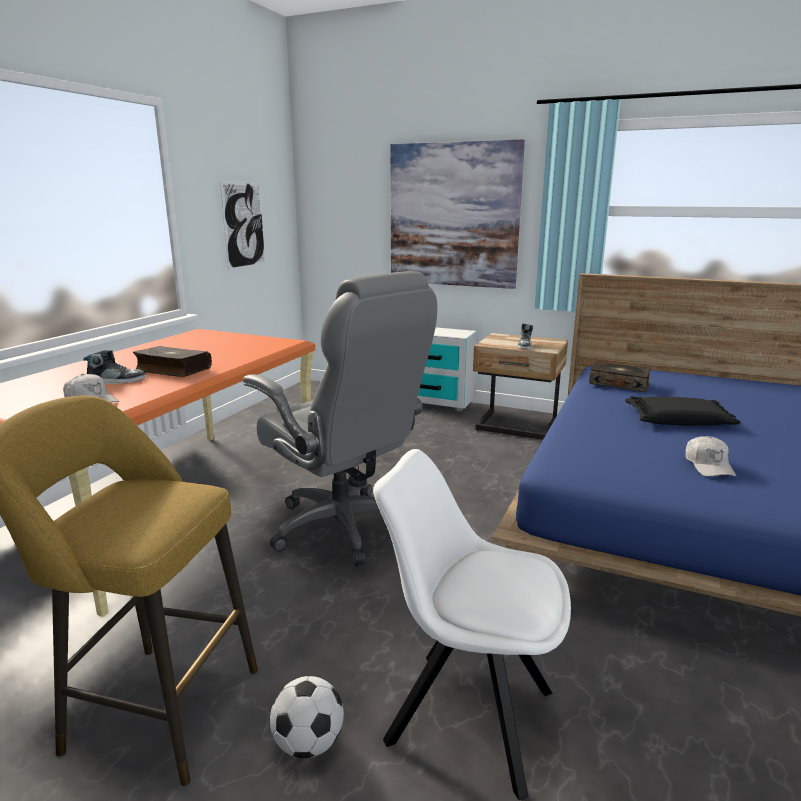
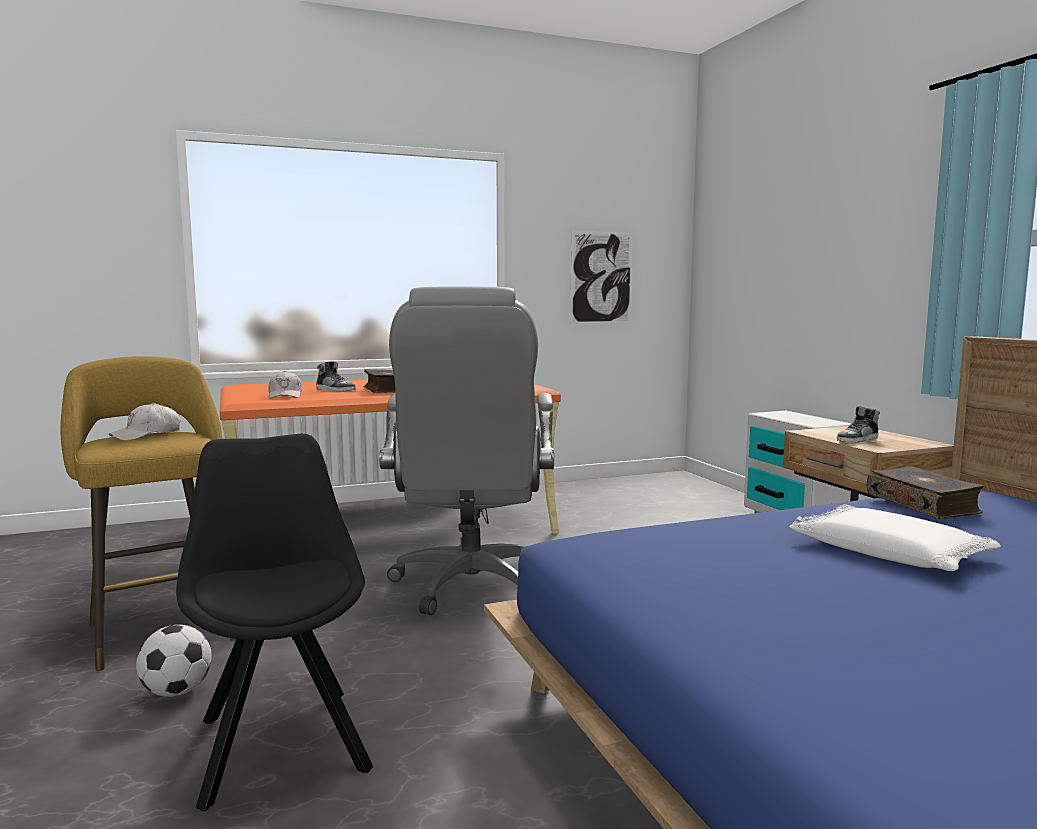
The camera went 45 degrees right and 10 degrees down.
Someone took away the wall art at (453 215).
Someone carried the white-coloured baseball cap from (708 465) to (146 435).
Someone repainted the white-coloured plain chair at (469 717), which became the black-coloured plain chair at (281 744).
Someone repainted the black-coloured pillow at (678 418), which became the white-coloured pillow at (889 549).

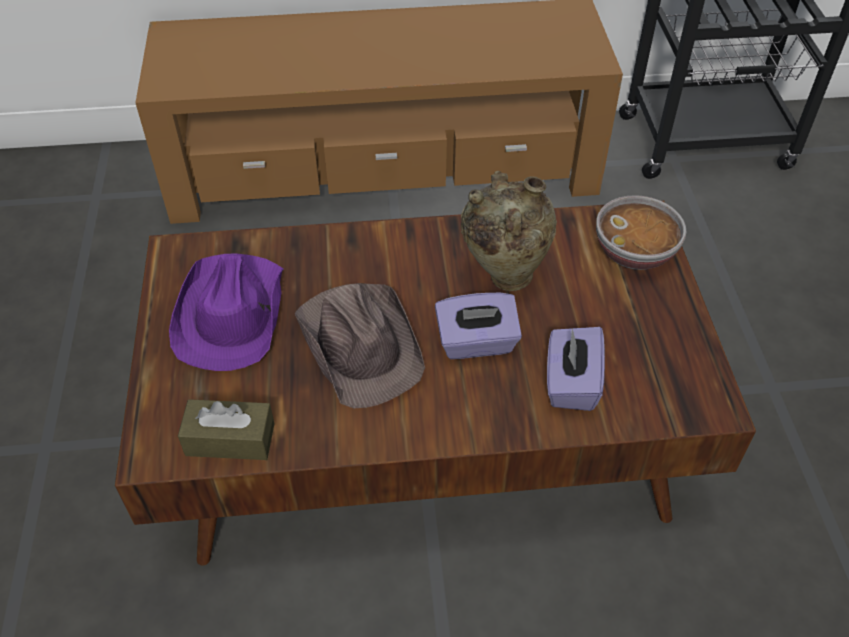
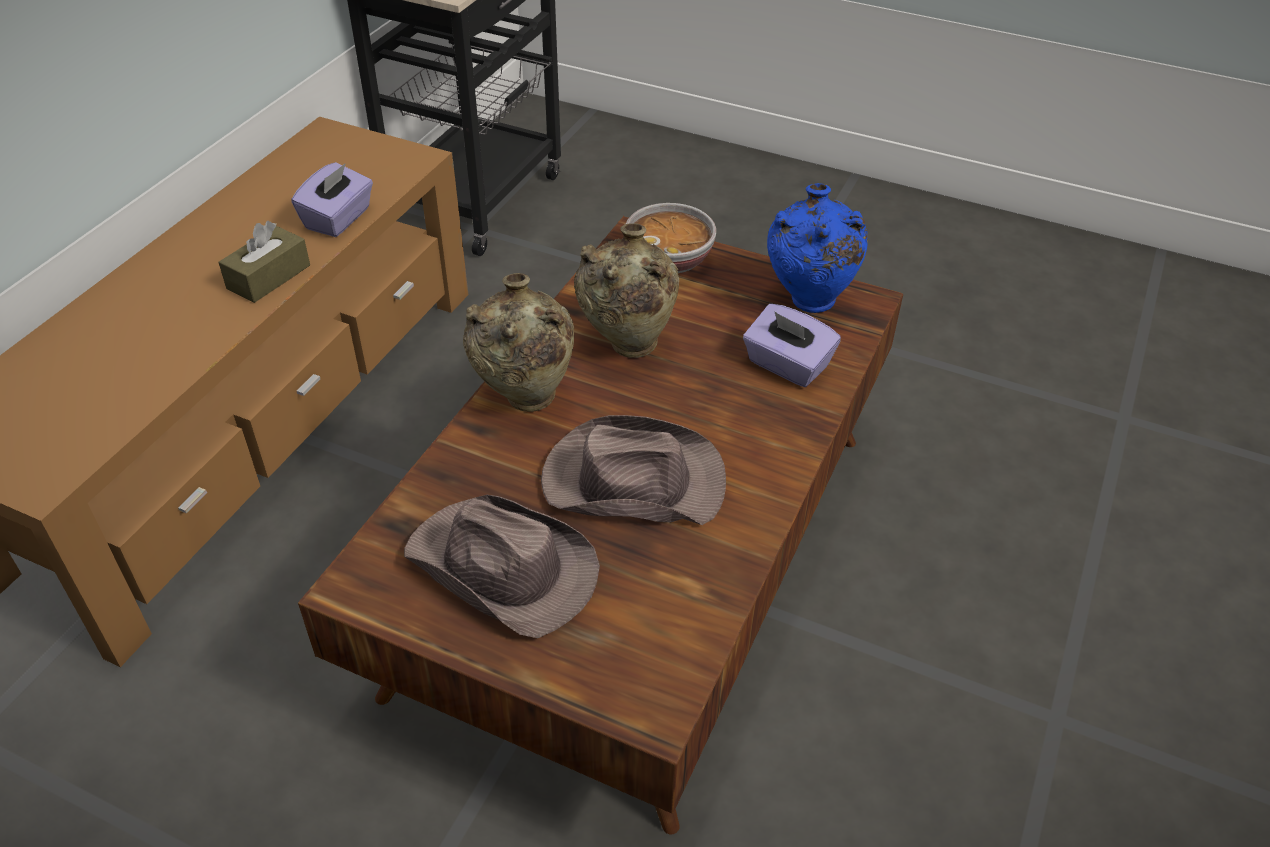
The camera went 60 degrees left and 5 degrees down.
Someone put down the beige-coloured flower vase at (524 401).
Someone put down the bluish flower vase at (808 304).
Someone carried the brown-coloured tissue box from (230 439) to (269 277).
Someone carried the purple tissue box from (476 343) to (339 219).
Someone repainted the purple wearable hat at (231 314), which became the brown-coloured wearable hat at (503 569).

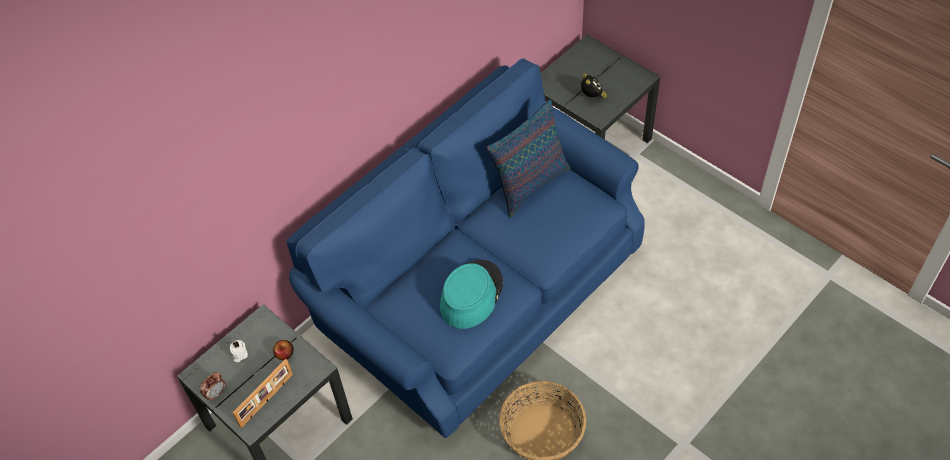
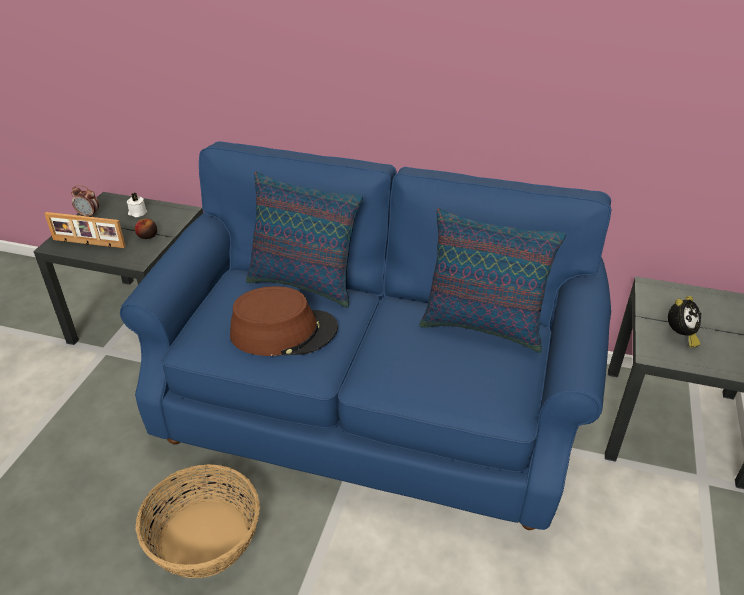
The camera went 60 degrees right and 15 degrees down.
Someone put down the bluish pillow at (304 285).
Someone repainted the turquoise-coloured wearable hat at (471 295), which became the brown-coloured wearable hat at (284 332).

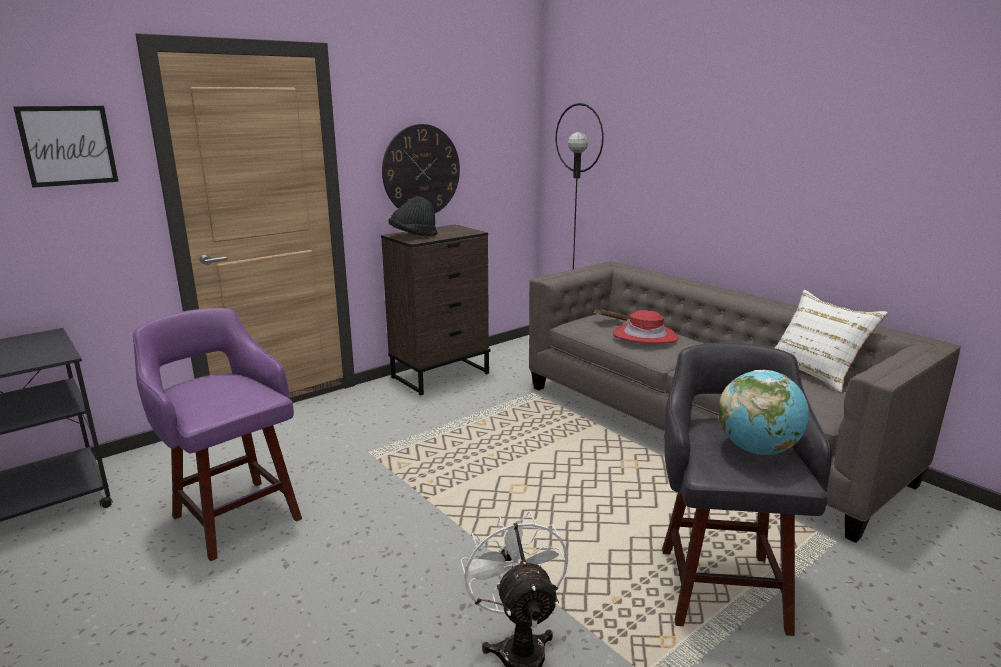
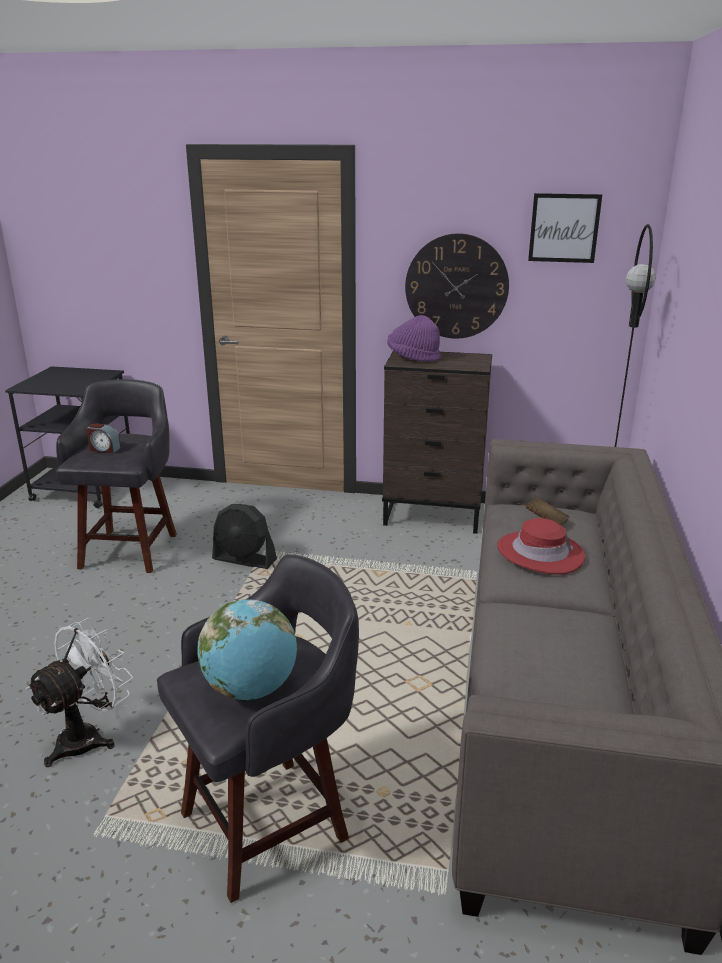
The camera went 50 degrees right and 5 degrees up.
Someone took away the white-coloured pillow at (815 372).
Someone put down the alarm clock at (104 449).
Someone put down the black-coloured cooling fan at (244 559).
Someone carried the wall art from (68 145) to (564 228).
Someone repainted the purple stool seat at (235 515), which became the gray stool seat at (131 549).
Someone repainted the black-coloured wearable hat at (413 236), which became the purple wearable hat at (413 357).

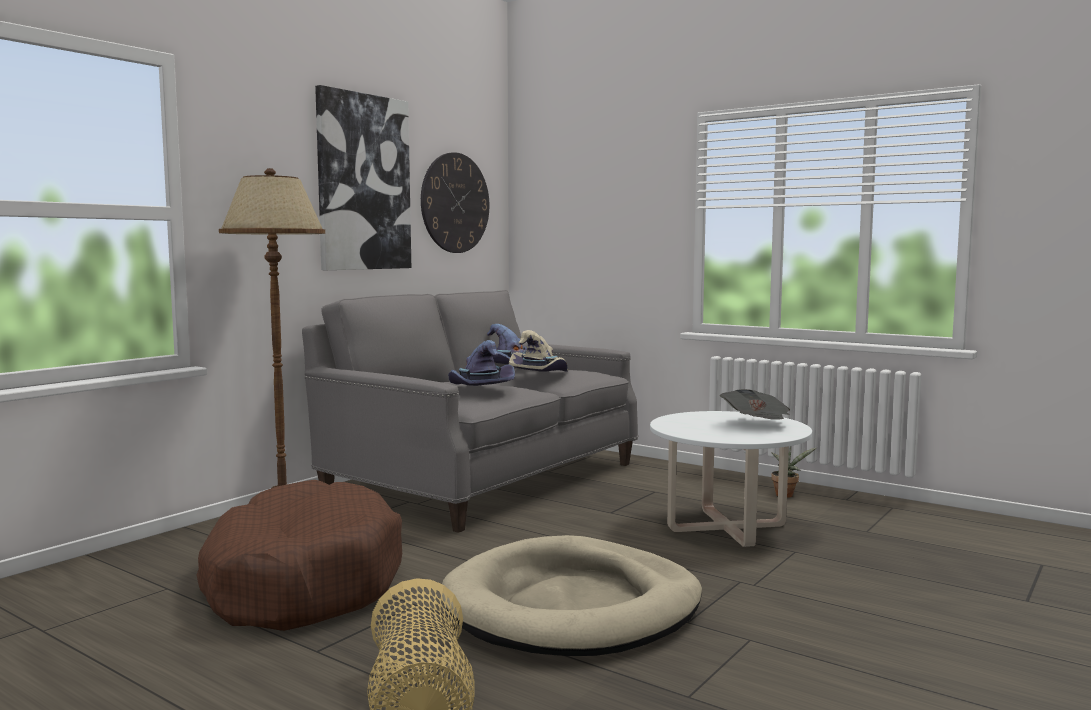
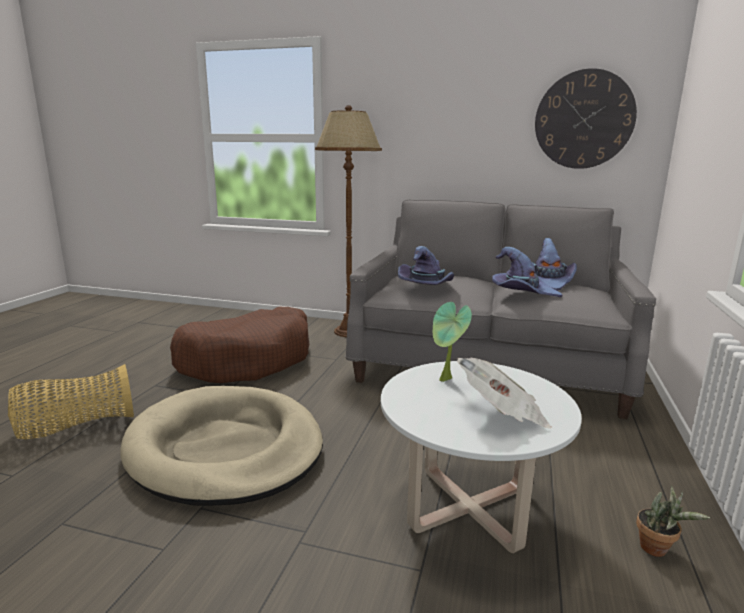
The camera went 70 degrees right and 10 degrees up.
Someone took away the wall art at (363 182).
Someone put down the plant in a pot at (446 380).
Someone repainted the beige-coloured wearable hat at (540 375), which became the purple wearable hat at (522 292).

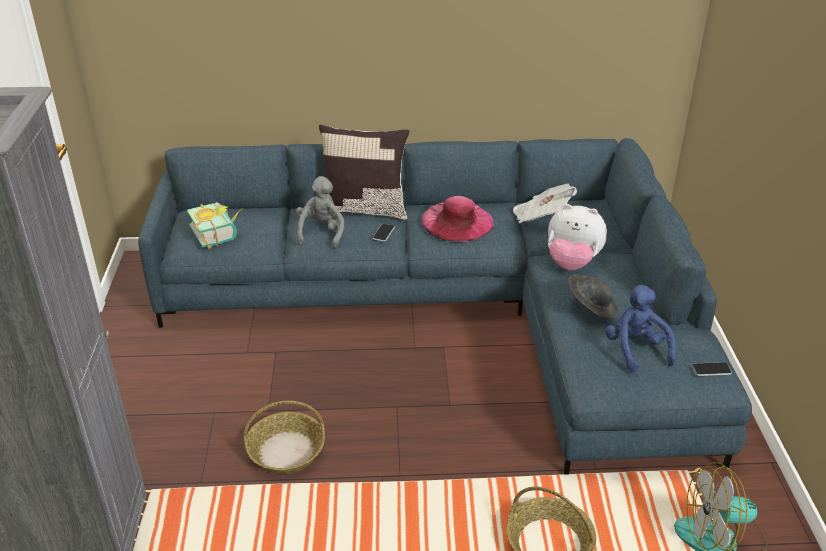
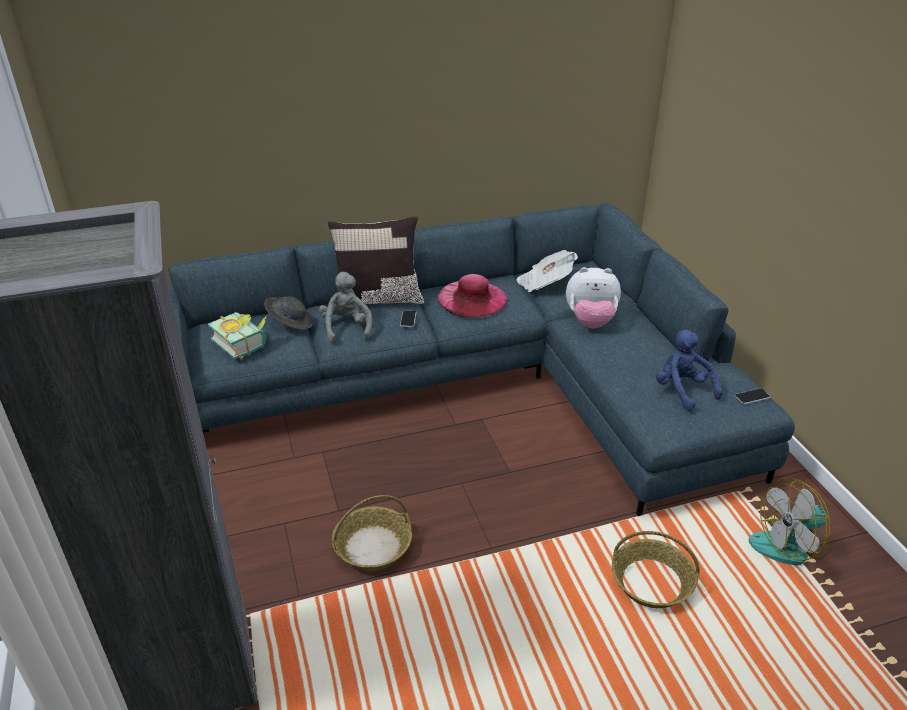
The camera went 15 degrees left and 0 degrees up.
Someone carried the gray wearable hat from (591 307) to (290 323).

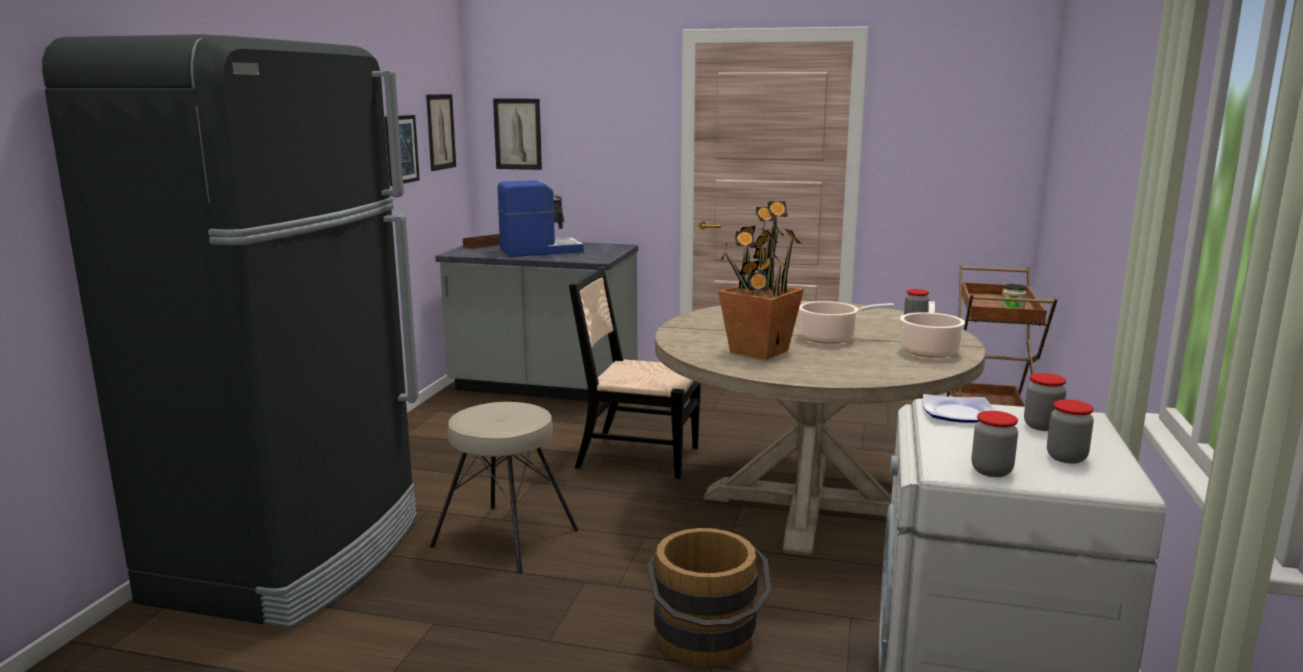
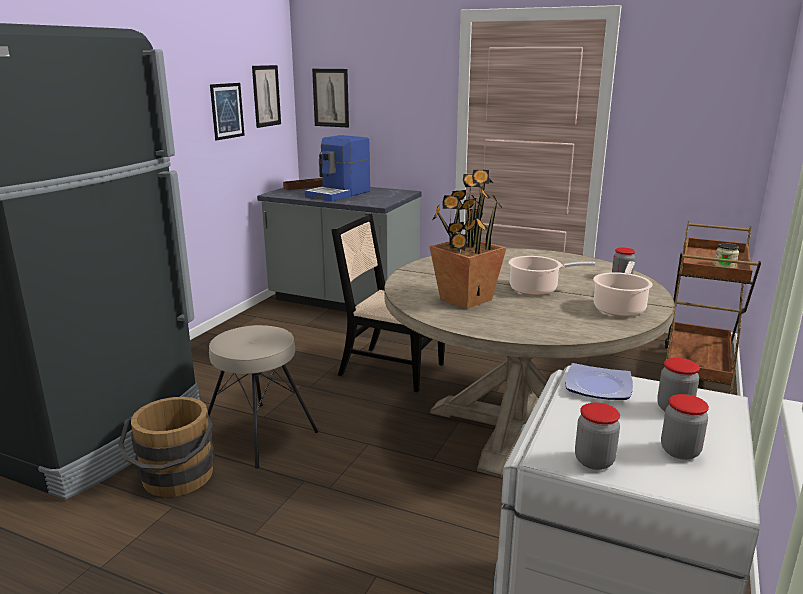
The camera went 10 degrees right and 5 degrees up.
Someone carried the brown-coloured pail from (706 644) to (175 480).
Someone rotated the coffee maker at (540 250) by 135 degrees clockwise.

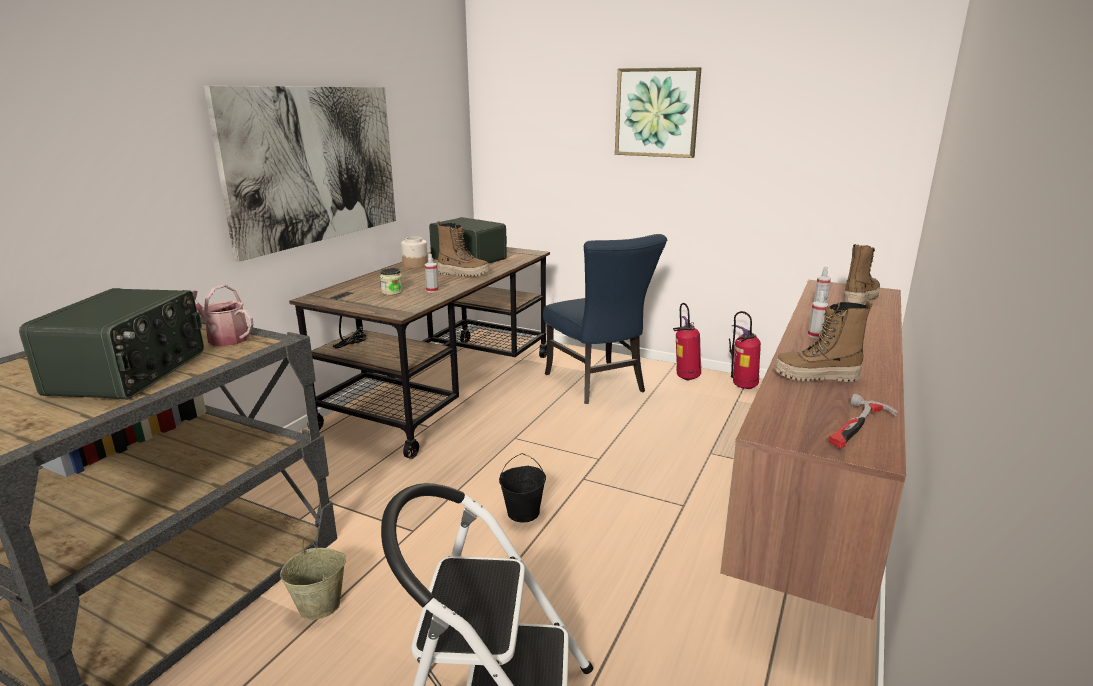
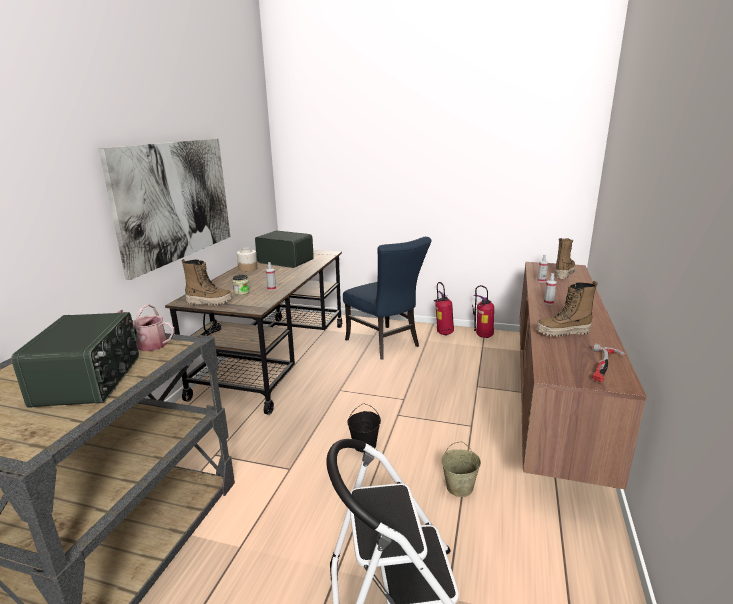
The camera went 10 degrees left and 0 degrees up.
Someone took away the wall art at (657 112).
Someone carried the beige-coloured pail from (320 605) to (460 487).
Someone carried the high-top boot from (463 274) to (209 302).

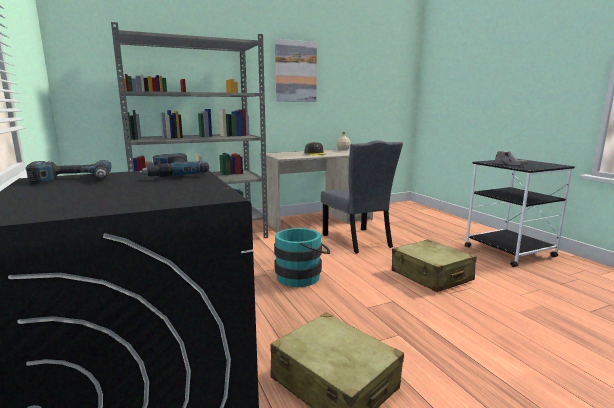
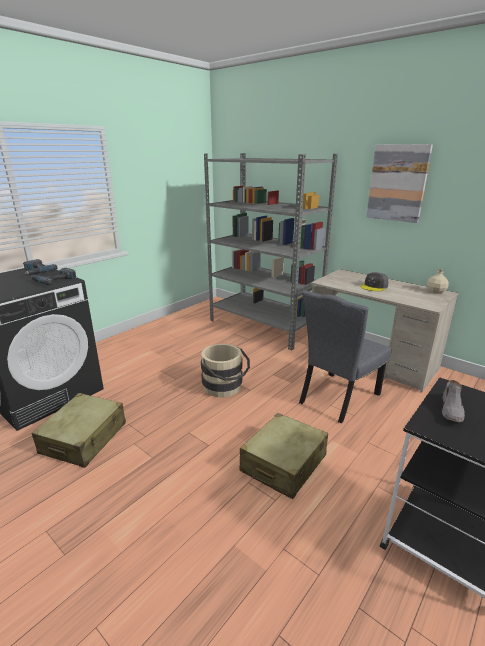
The camera went 65 degrees right and 10 degrees up.
Someone repainted the turquoise-coloured pail at (302 276), which became the beige-coloured pail at (225 388).

